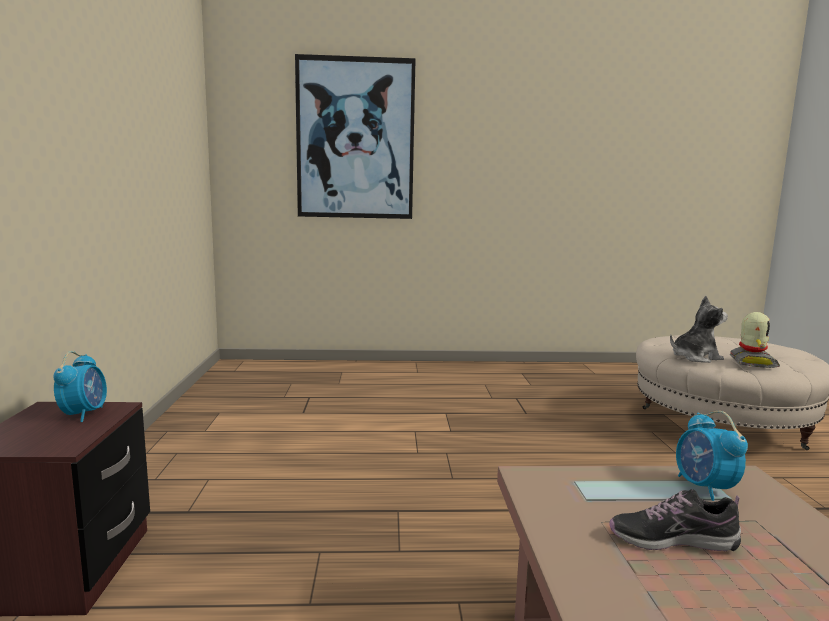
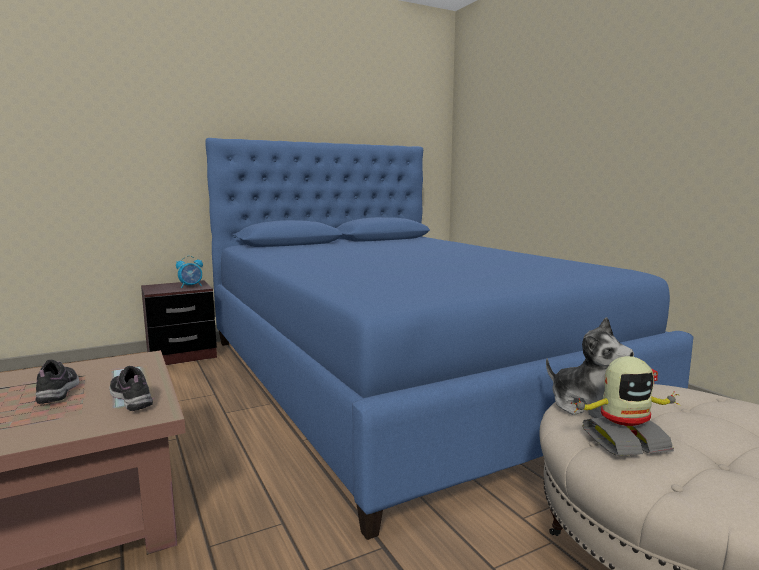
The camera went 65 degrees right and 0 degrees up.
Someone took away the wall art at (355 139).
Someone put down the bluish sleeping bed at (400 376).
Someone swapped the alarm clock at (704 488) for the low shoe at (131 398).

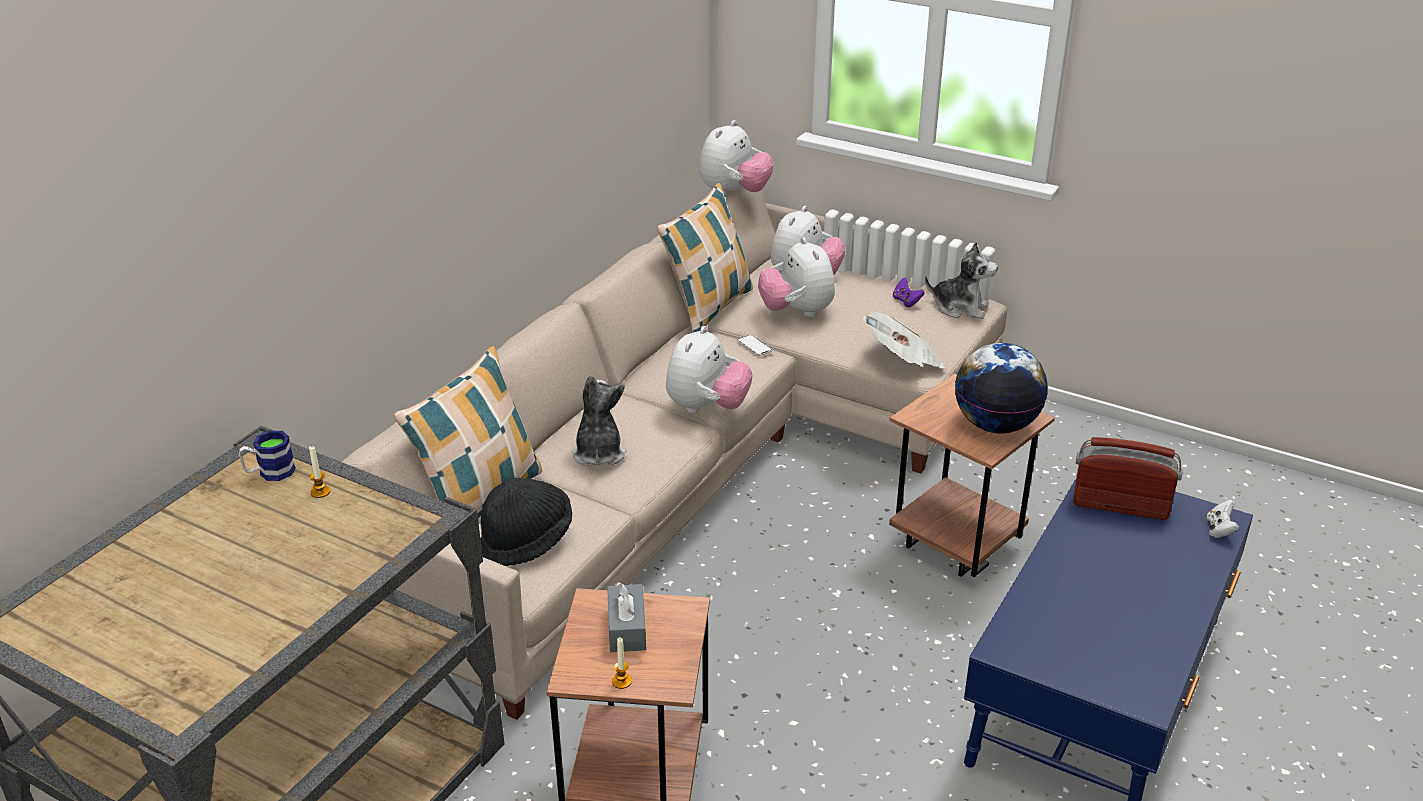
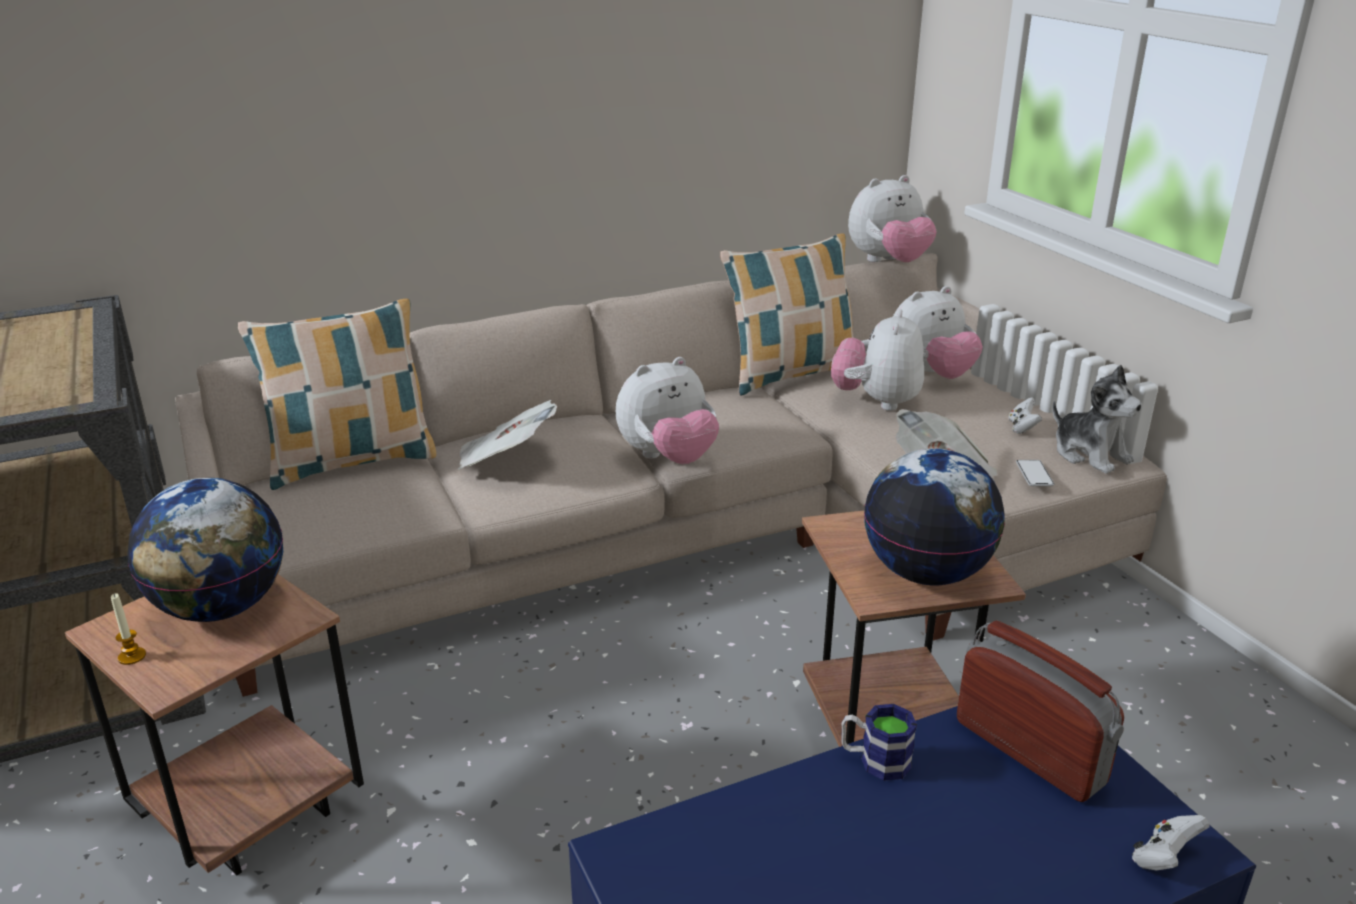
The camera went 35 degrees right and 5 degrees down.
Someone took away the wax light at (320 492).
Someone took away the black-coloured wearable hat at (527 540).
Someone carried the tea mug from (269 472) to (874 760).
Someone carried the telephone from (754 346) to (1034 474).
Someone swapped the soft toy at (598 453) for the daily paper at (505 460).
Someone swapped the gray tissue box at (627 628) for the desk globe at (220 608).
Someone repainted the purple game controller at (906 301), which became the white-coloured game controller at (1022 428).

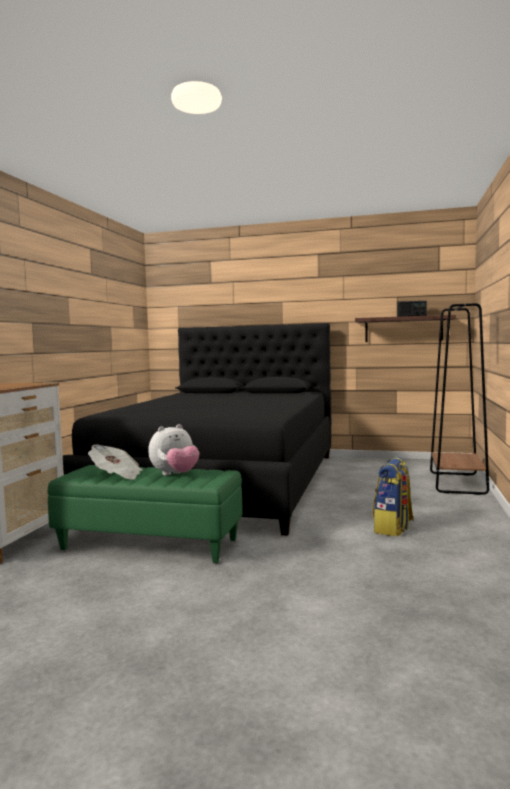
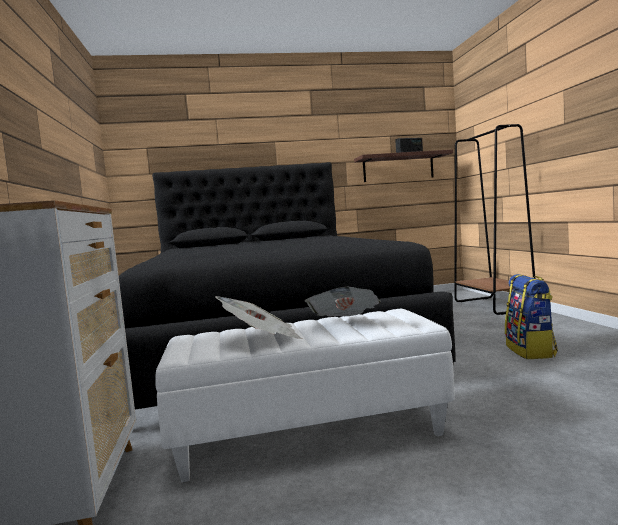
The camera went 25 degrees left and 0 degrees up.
Someone swapped the soft toy at (175 475) for the daily paper at (345 324).
Someone repainted the green ottoman at (150 544), which became the white-coloured ottoman at (309 435).

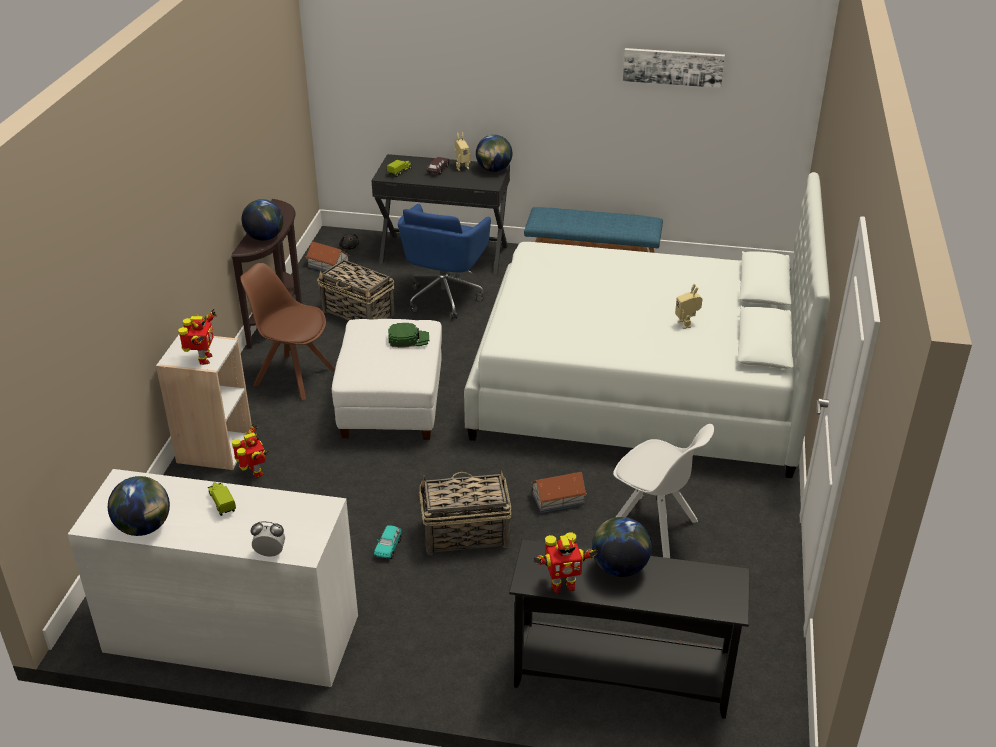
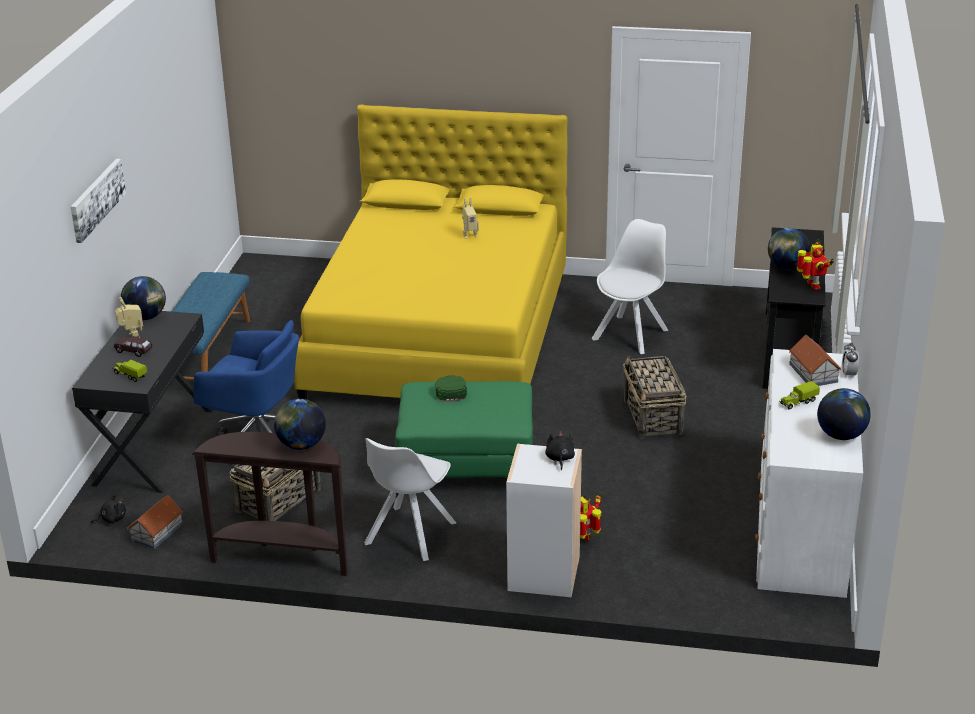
The camera went 90 degrees left and 5 degrees down.
Someone took away the turquoise-coloured miniature car at (388 547).
Someone carried the model house from (557 499) to (813 373).
Someone carried the wall art from (673 67) to (96 199).
Someone swapped the model robot at (203 359) for the black-coloured soft toy at (559 459).
Someone repainted the brown-coloured plain chair at (293 376), which became the white-coloured plain chair at (409 534).
Someone repainted the white-coloured ottoman at (391 405), which became the green ottoman at (465 465).
Someone repainted the white-coloured sleeping bed at (638 388), which became the yellow-coloured sleeping bed at (440 334).

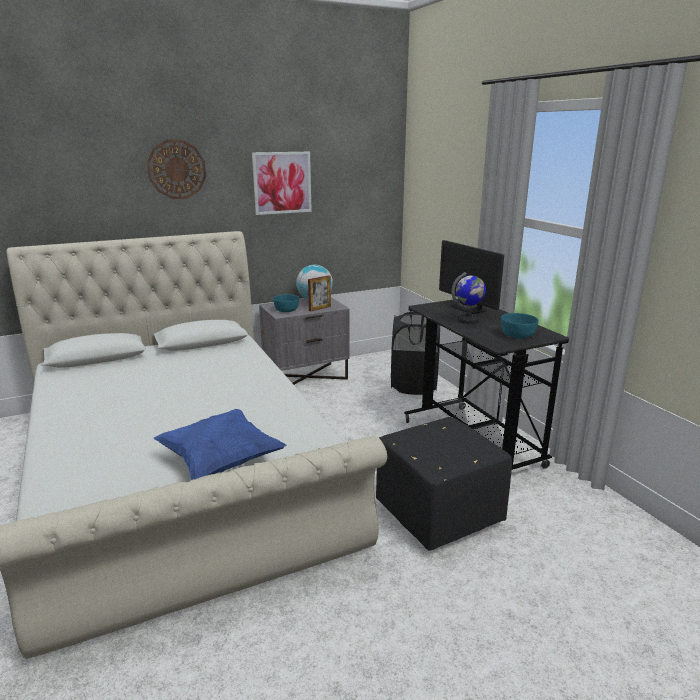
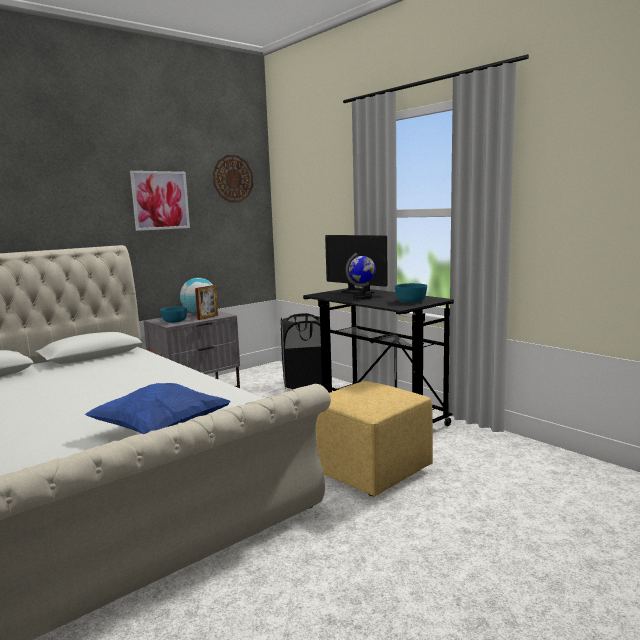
The camera went 15 degrees left and 10 degrees down.
Someone carried the wall clock from (176 169) to (233 179).
Someone repainted the black-coloured ottoman at (438 513), which became the yellow-coloured ottoman at (368 471).

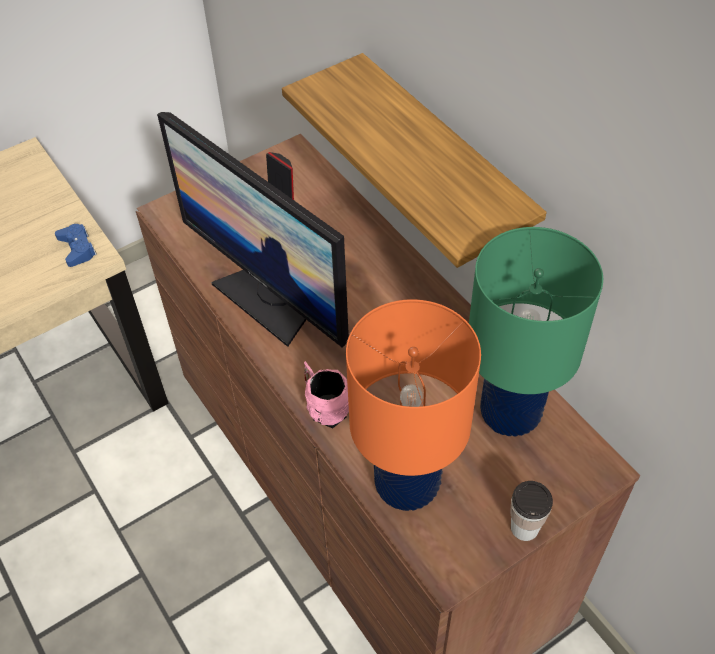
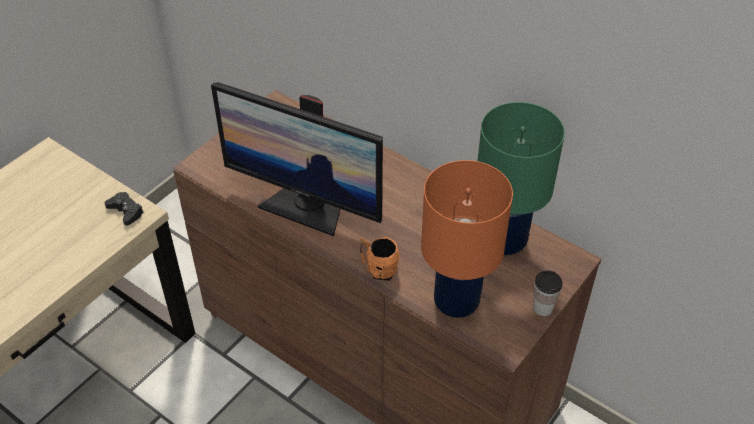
The camera went 20 degrees left and 5 degrees down.
Someone took away the bracket shelf at (444 164).
Someone repainted the bluish game controller at (77 248), which became the black-coloured game controller at (126 211).
Someone repainted the pinkish tea mug at (325 408), which became the orangey tea mug at (378 269).

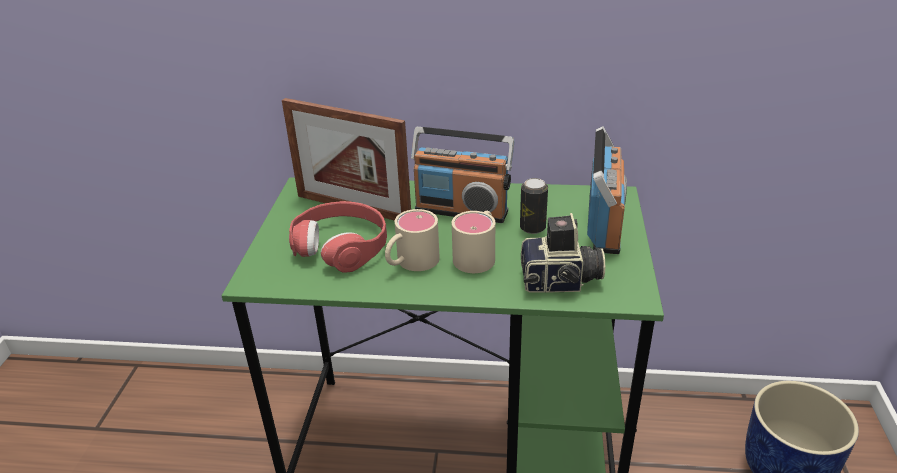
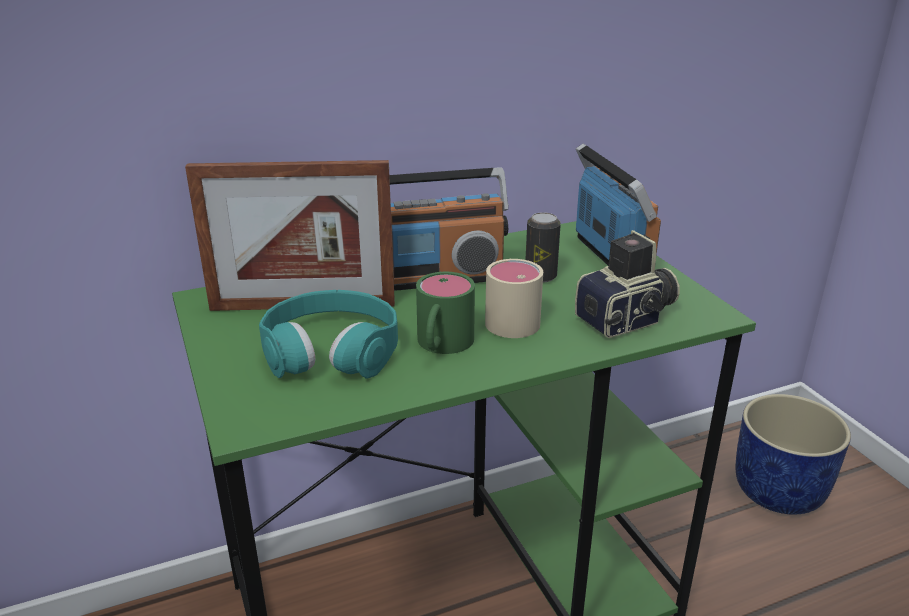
The camera went 30 degrees left and 5 degrees down.
Someone repainted the reddish headphones at (341 246), which became the turquoise-coloured headphones at (331 350).
Someone repainted the beige-coloured tea mug at (411 263), which became the green tea mug at (441 346).

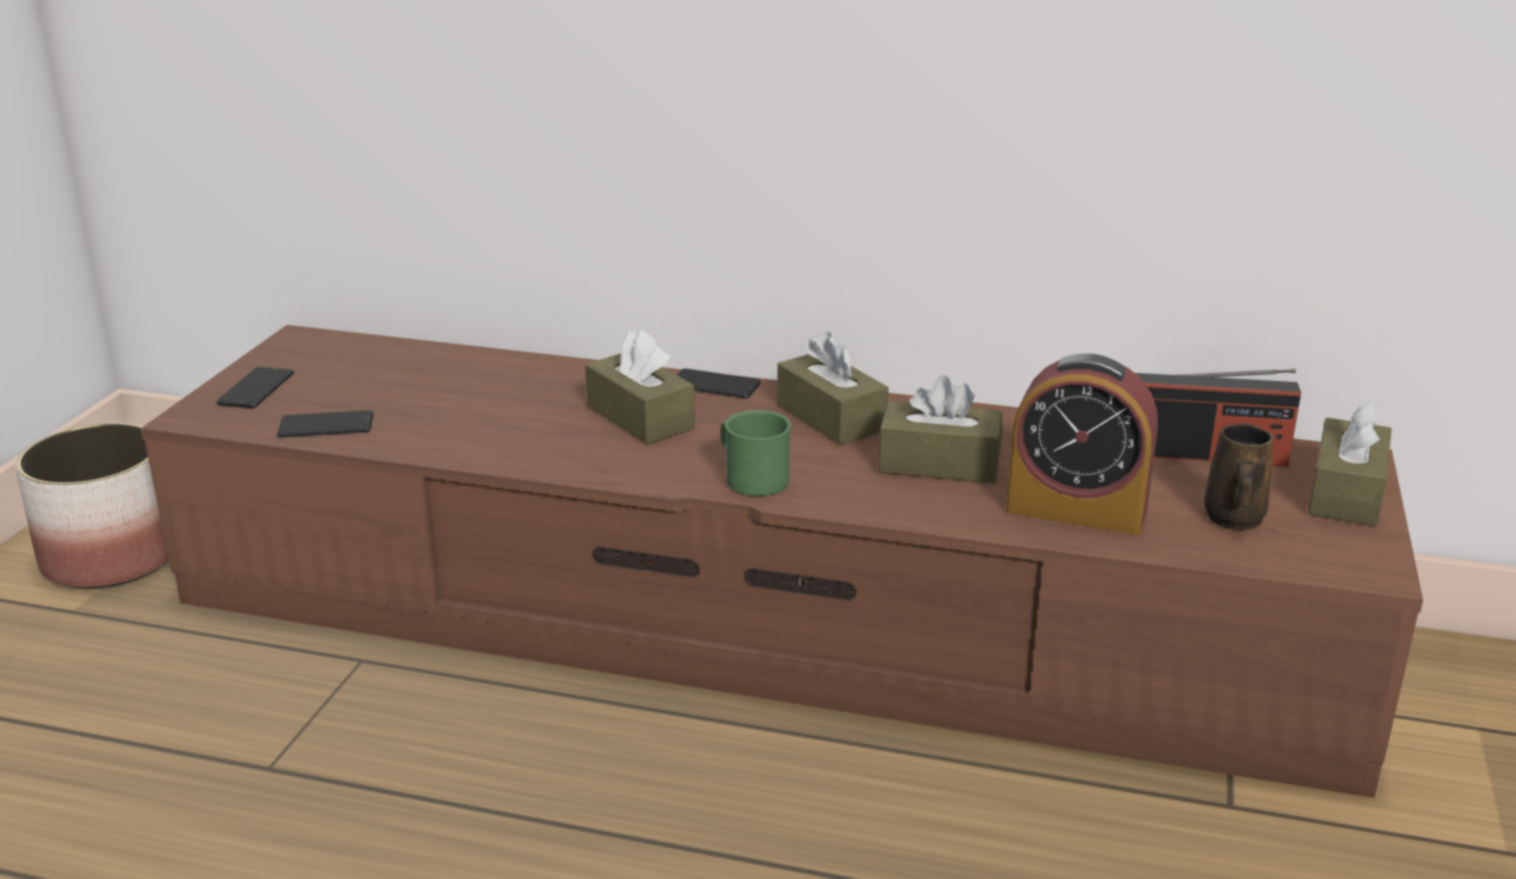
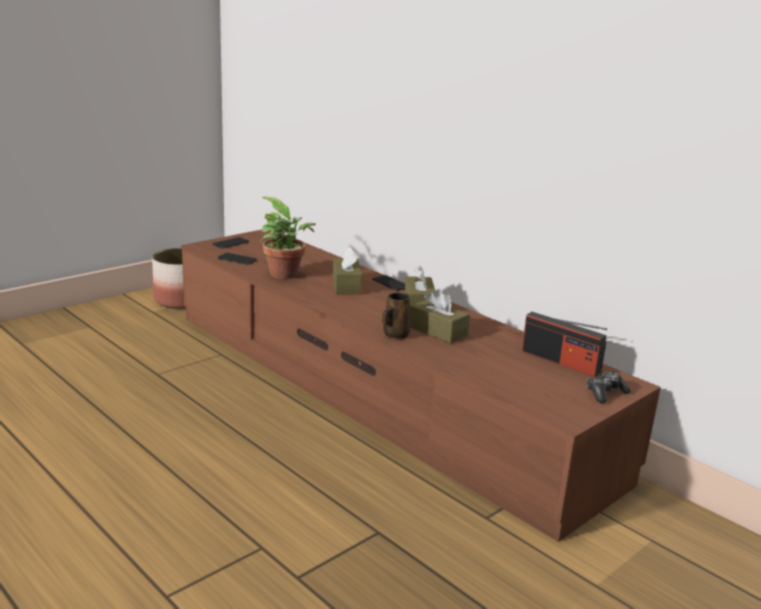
The camera went 30 degrees right and 5 degrees down.
Someone took away the green tea mug at (750 477).
Someone took away the alarm clock at (1076 510).
Someone put down the plant in a pot at (286 275).
Someone carried the brown-coloured tea mug from (1233 519) to (395 335).
Someone swapped the brown-coloured tissue box at (1345 493) for the game controller at (605 393).

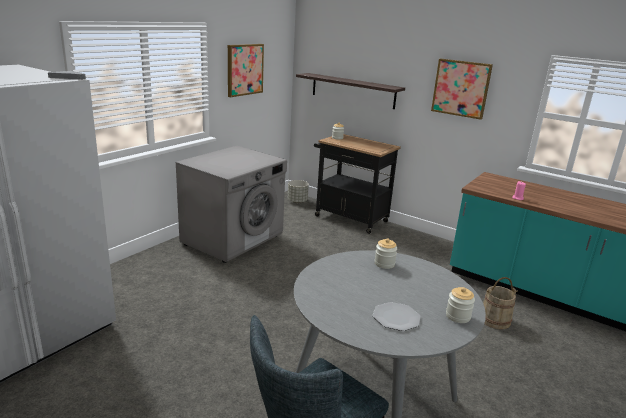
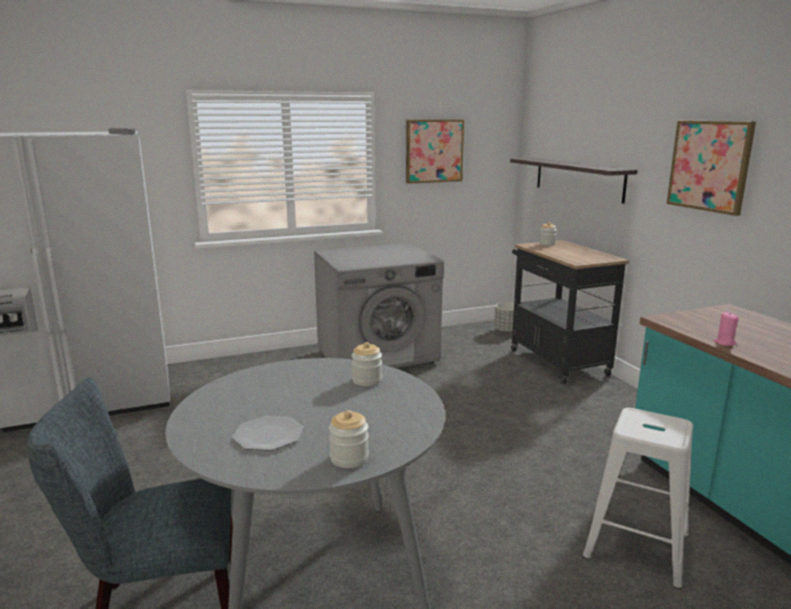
The camera went 35 degrees right and 5 degrees down.
Someone swapped the beige-coloured pail at (494 320) for the white-coloured stool seat at (637 545).

